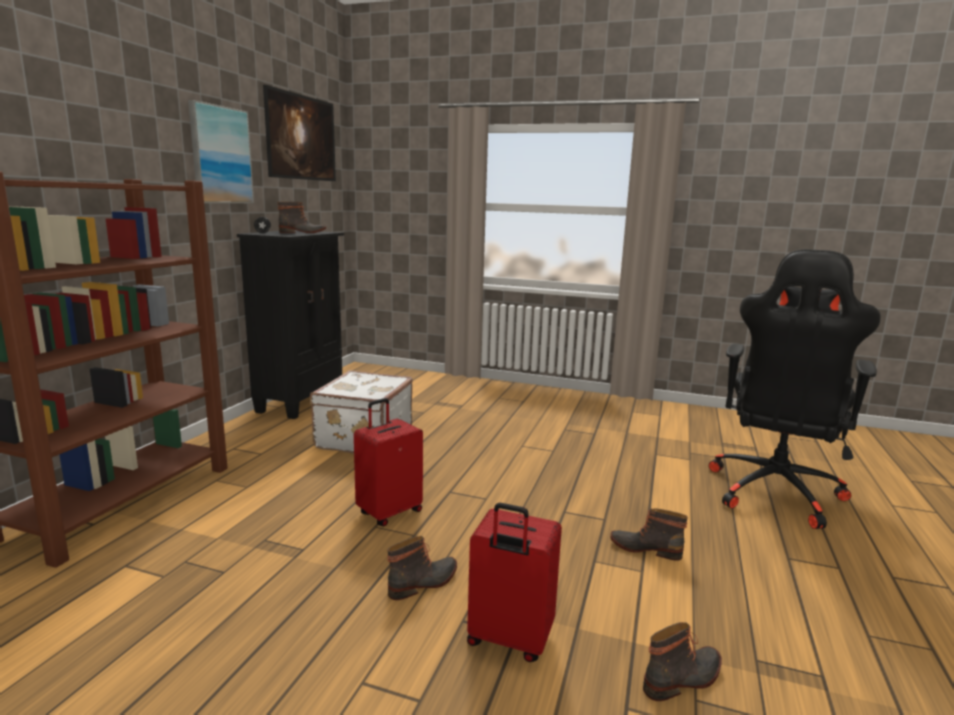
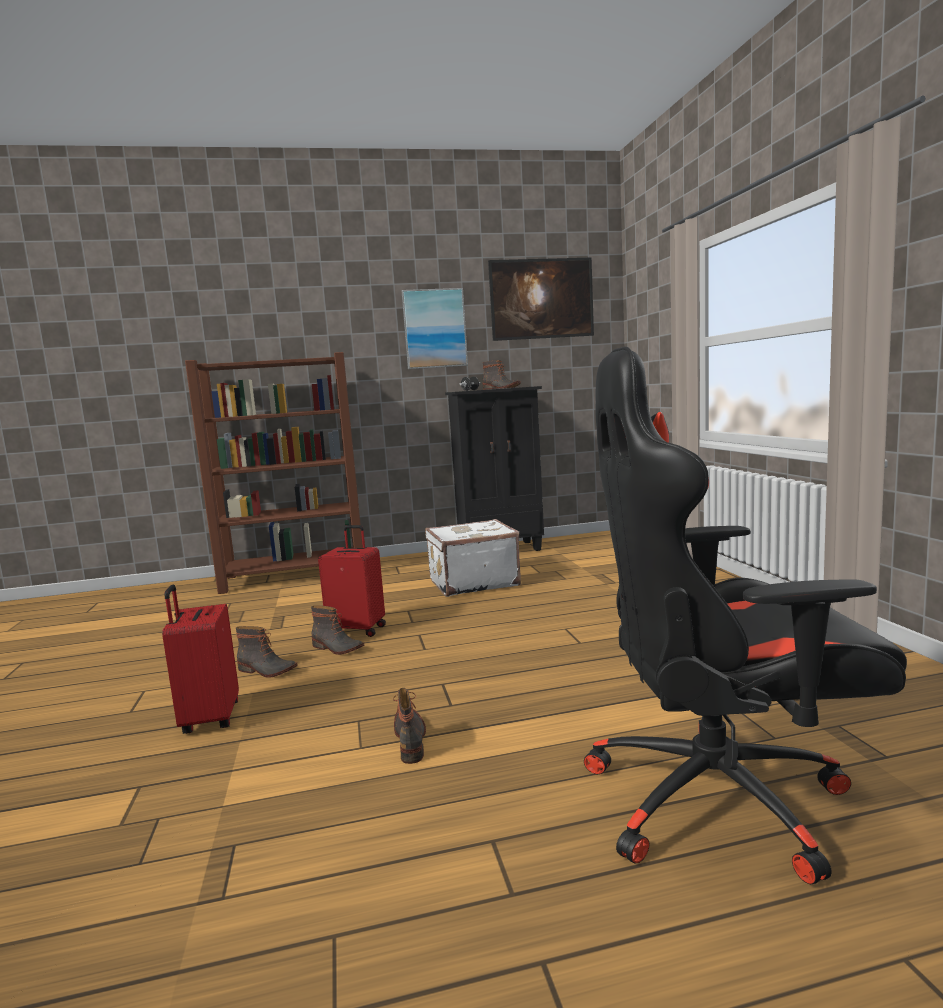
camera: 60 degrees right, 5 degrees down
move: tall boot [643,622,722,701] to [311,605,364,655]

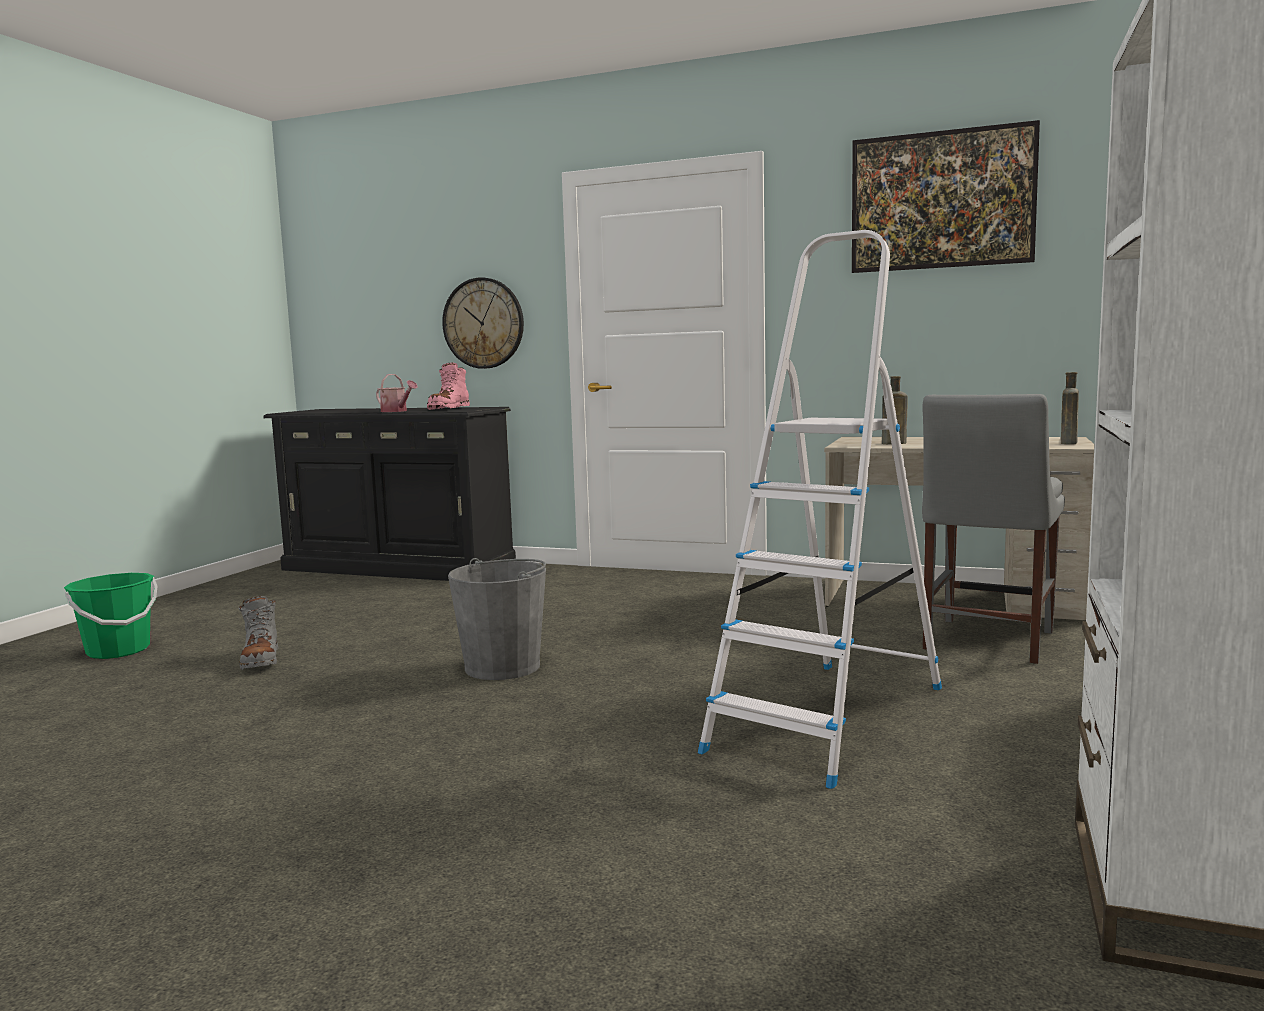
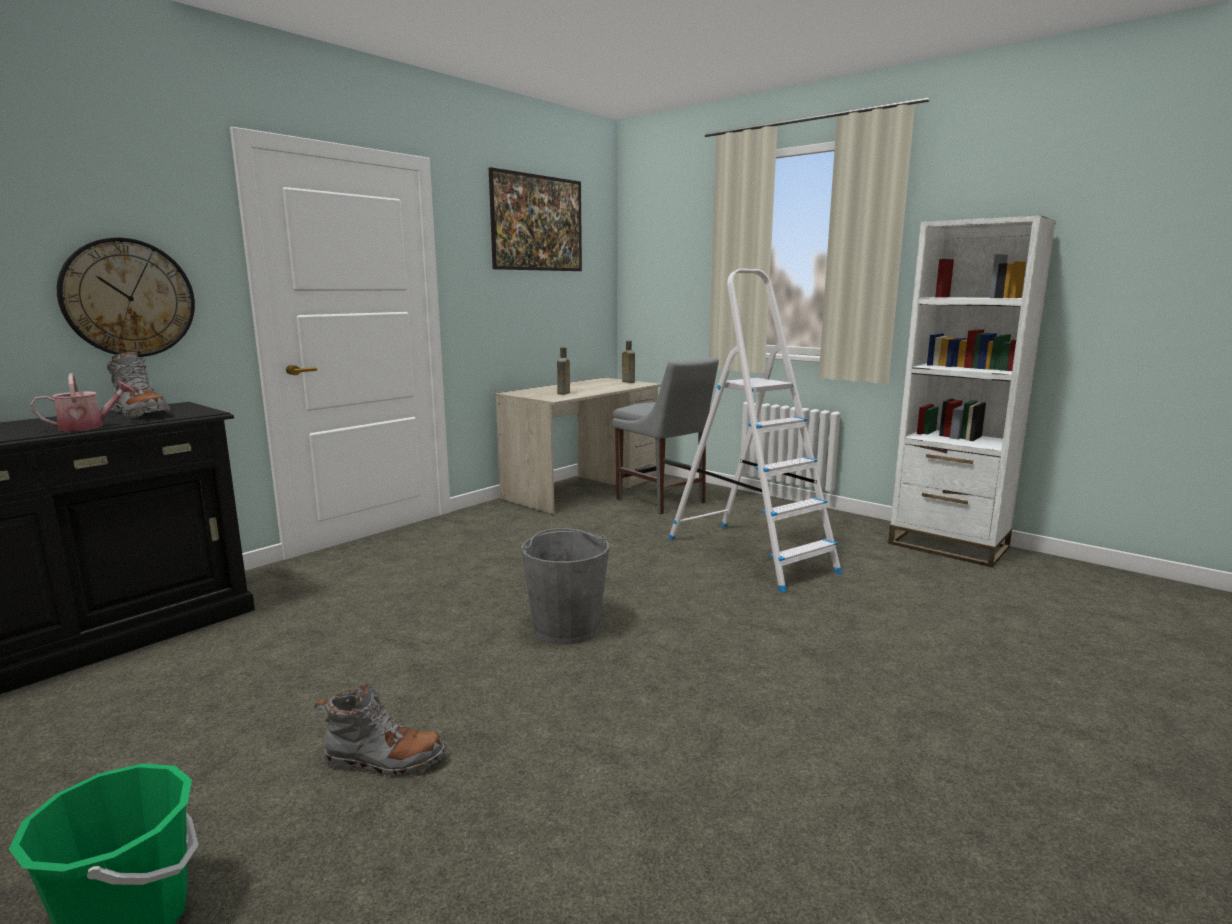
camera: 70 degrees left, 5 degrees up
recolor: pink tall boot [427,362,470,410] to grey tall boot [106,352,171,418]

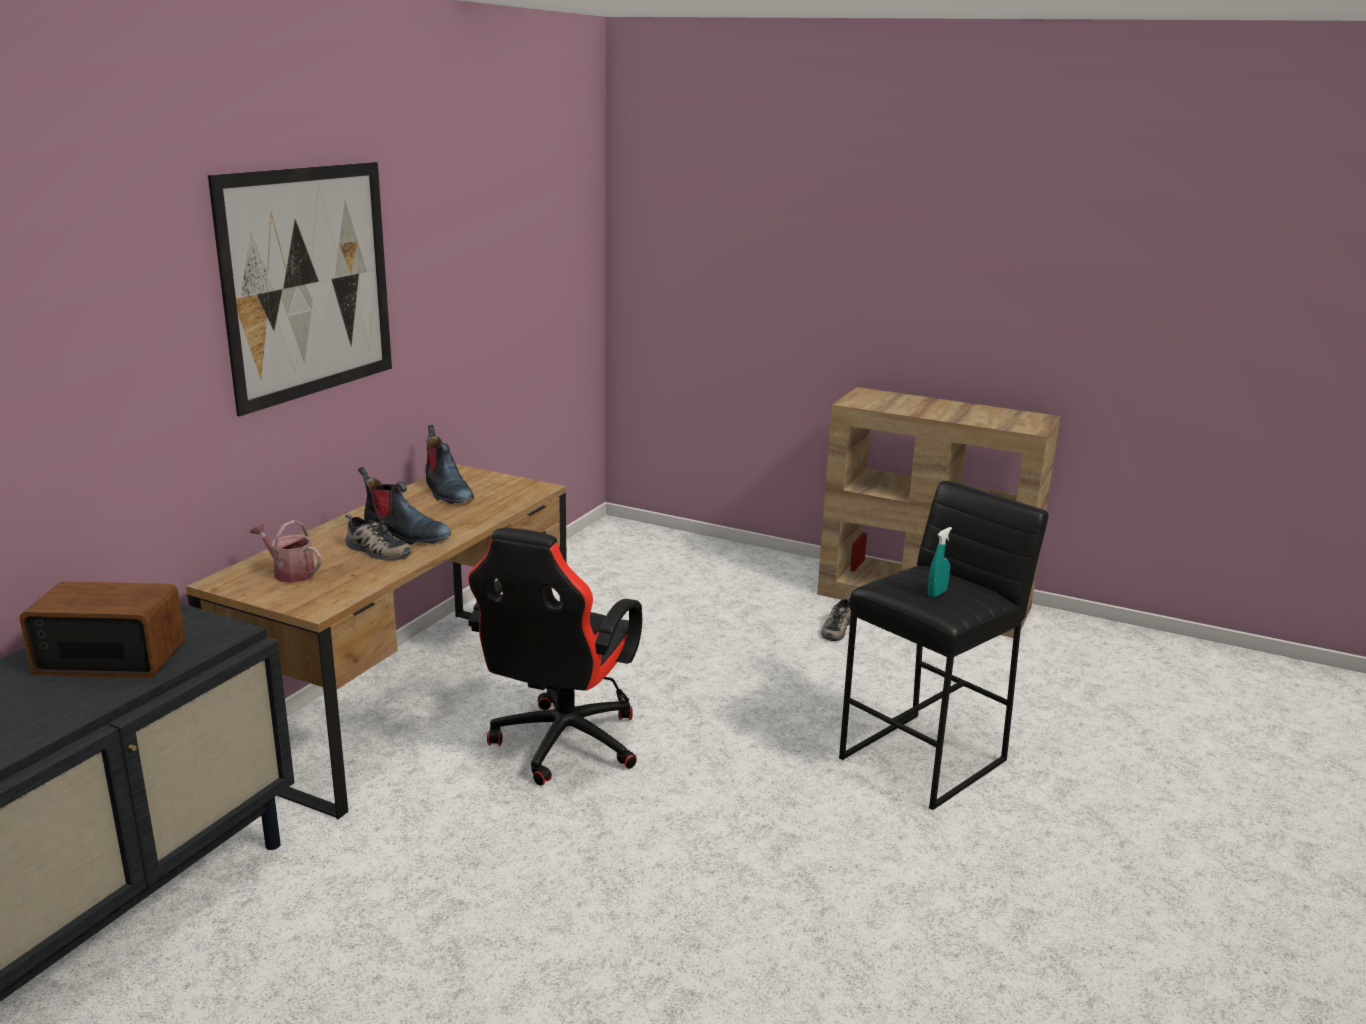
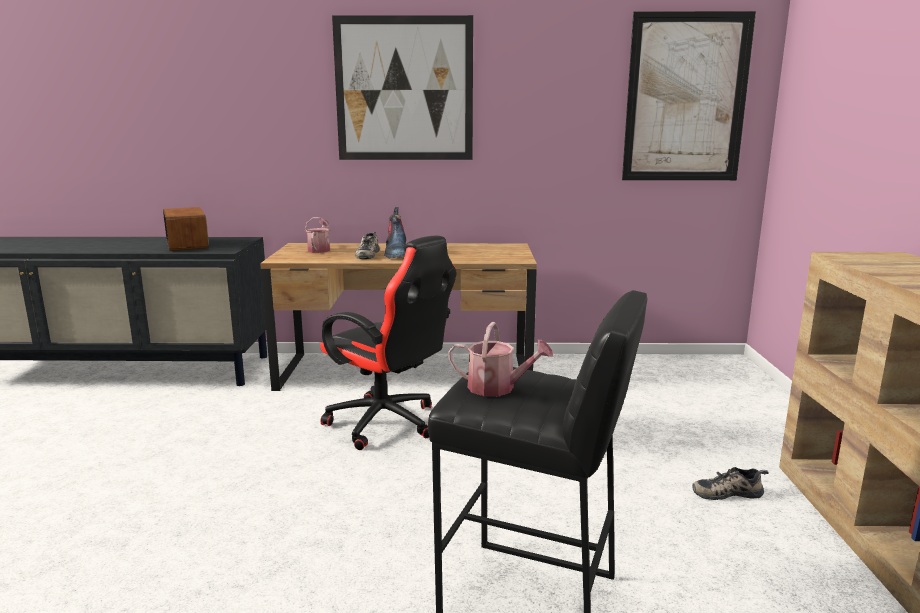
camera: 65 degrees right, 5 degrees down
delete: tall boot [425,425,474,504]
insert: wall picture [622,11,756,180]
replace: blue-green hand sprayer [928,527,952,597] to sprinkling can [448,322,554,396]
rotate: blackish desk chair [468,528,642,786] = [320,235,456,450] 135 degrees counterclockwise

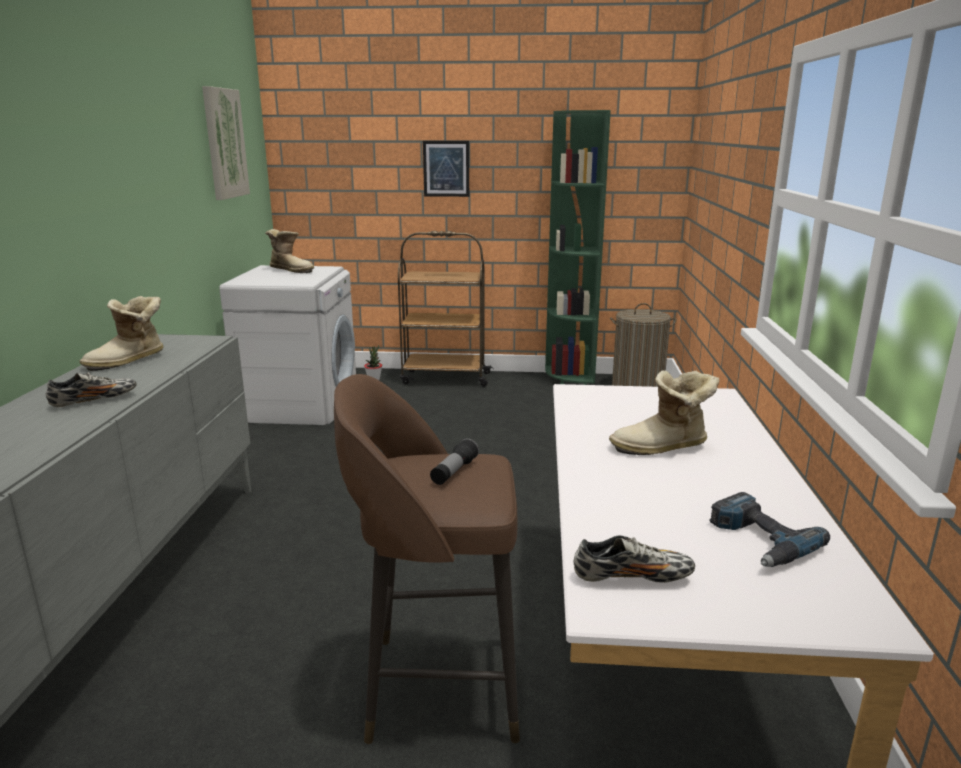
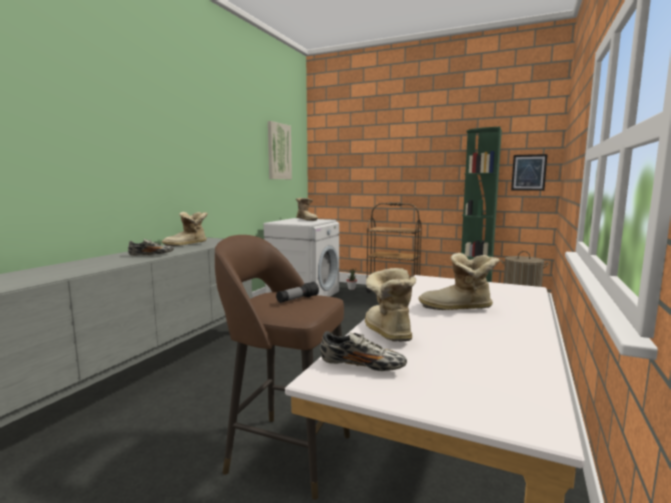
camera: 20 degrees right, 10 degrees down
delete: drill [710,492,830,567]
insert: tall boot [365,268,416,342]
move: wall picture [423,141,469,197] to [511,154,548,191]

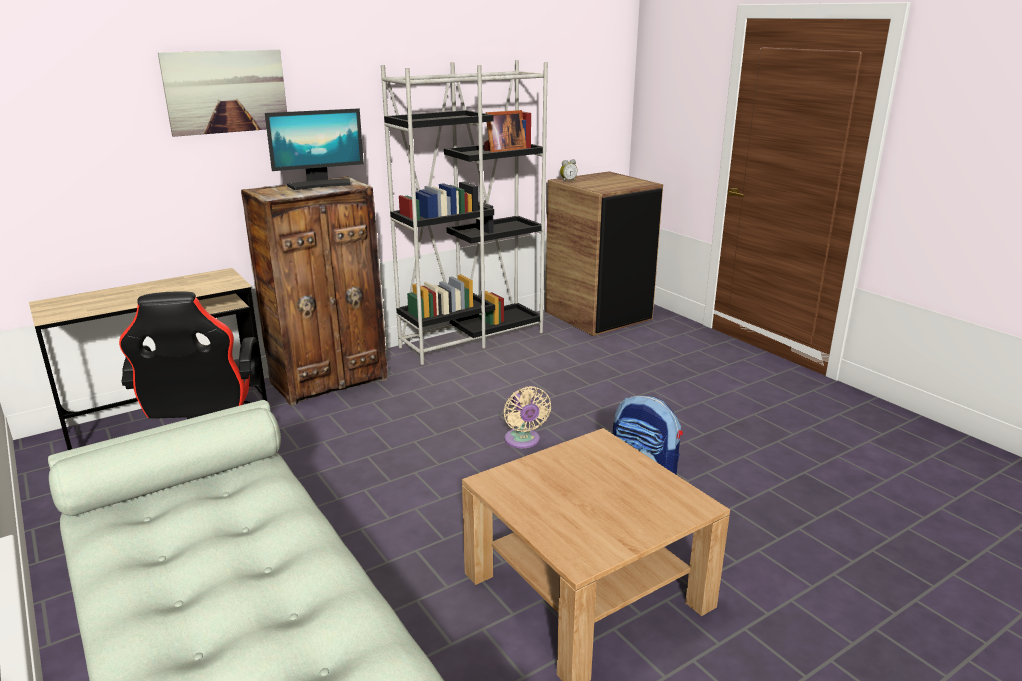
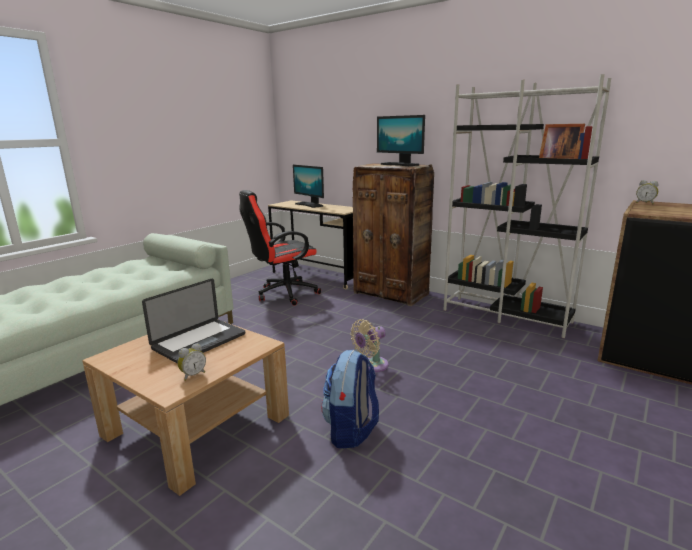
camera: 70 degrees right, 5 degrees down
delete: wall picture [158,50,287,137]
insert: computer screen [293,165,324,208]; laptop [142,279,245,364]; bedside clock [177,343,206,381]

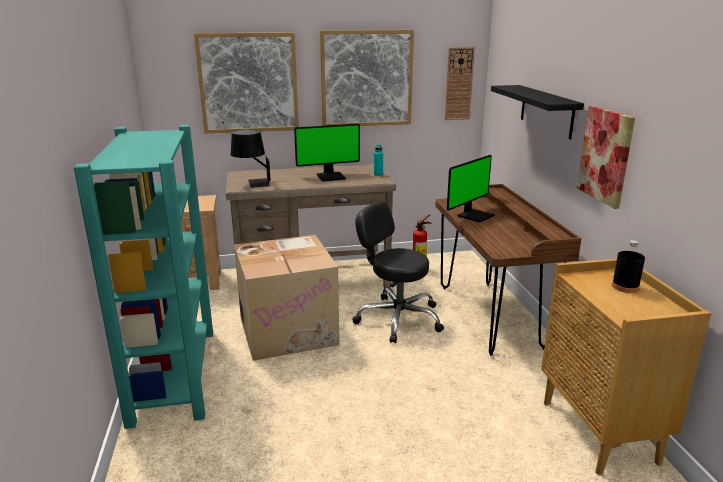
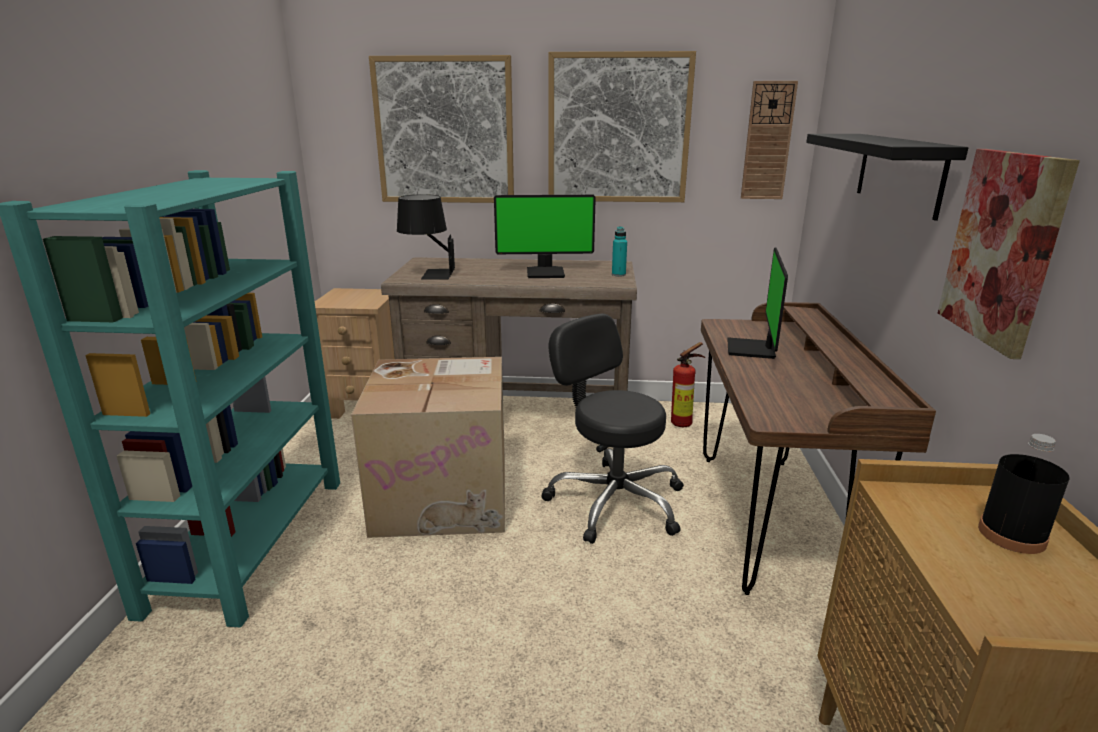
camera: 15 degrees right, 0 degrees up
rotate: computer screen [447,155,495,222] = [727,247,788,359] 135 degrees clockwise

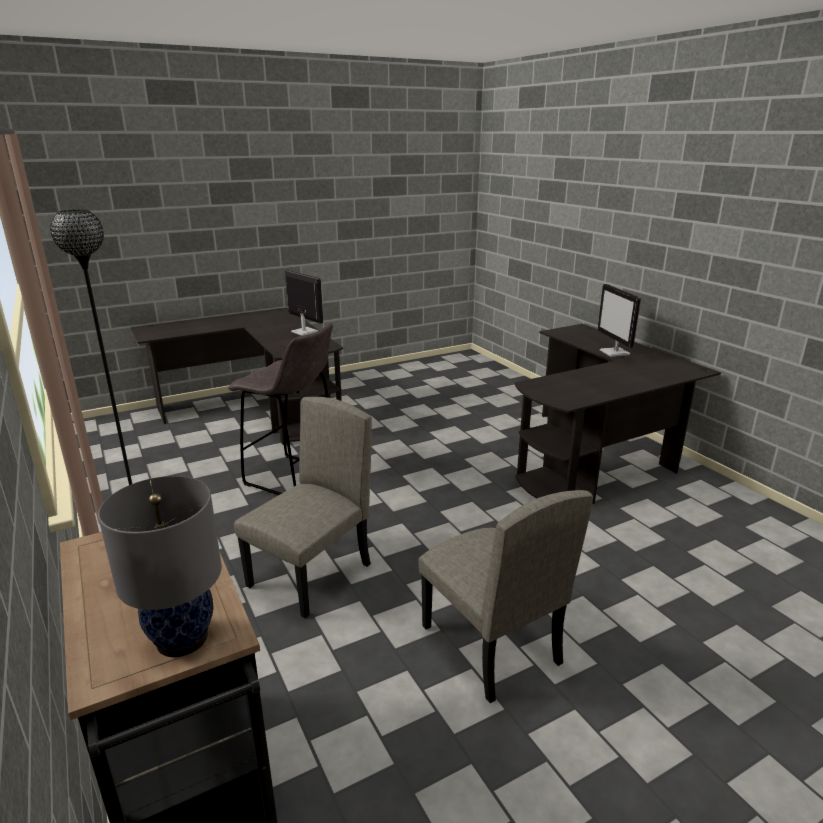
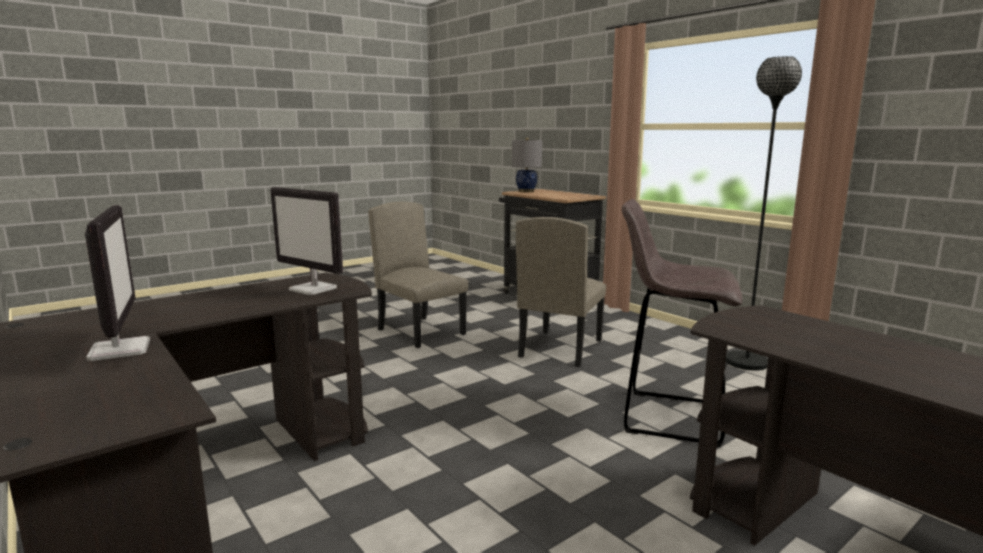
camera: 170 degrees right, 10 degrees down
move: computer screen [285,270,323,336] to [270,187,343,295]

